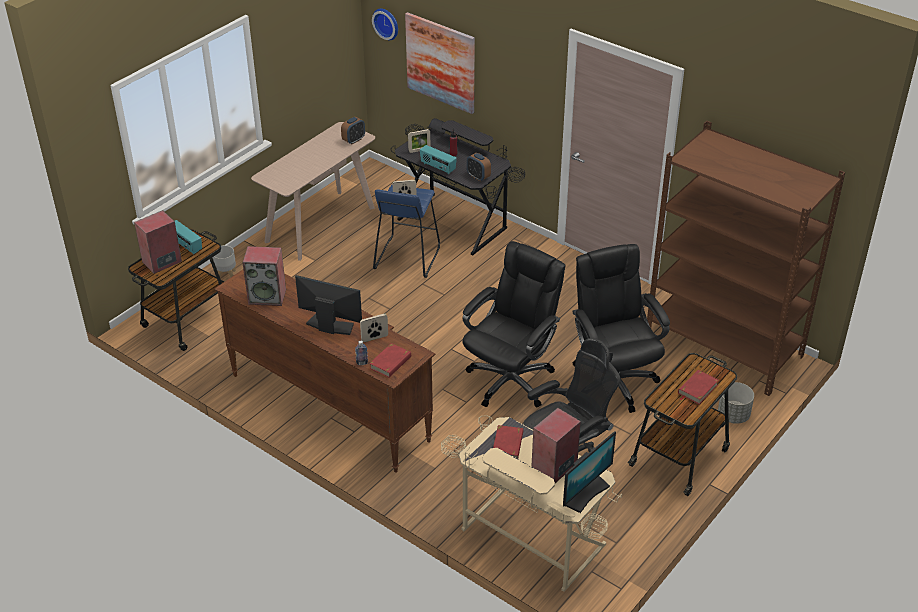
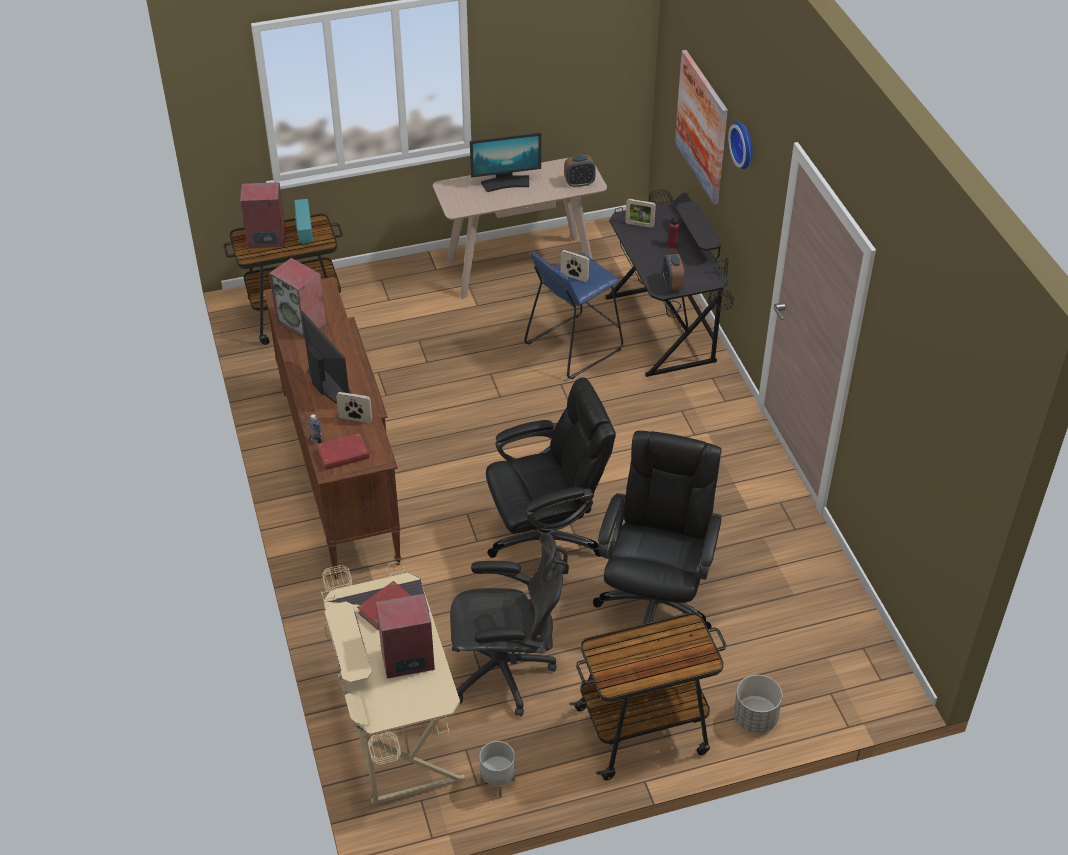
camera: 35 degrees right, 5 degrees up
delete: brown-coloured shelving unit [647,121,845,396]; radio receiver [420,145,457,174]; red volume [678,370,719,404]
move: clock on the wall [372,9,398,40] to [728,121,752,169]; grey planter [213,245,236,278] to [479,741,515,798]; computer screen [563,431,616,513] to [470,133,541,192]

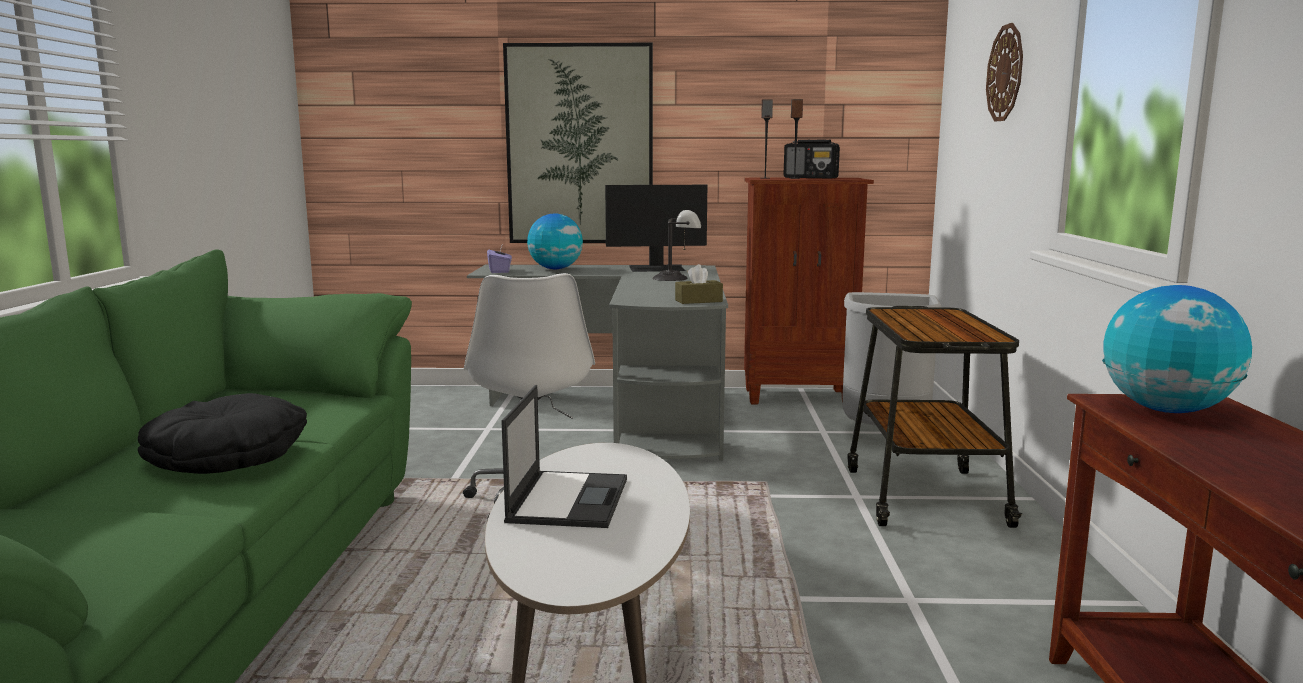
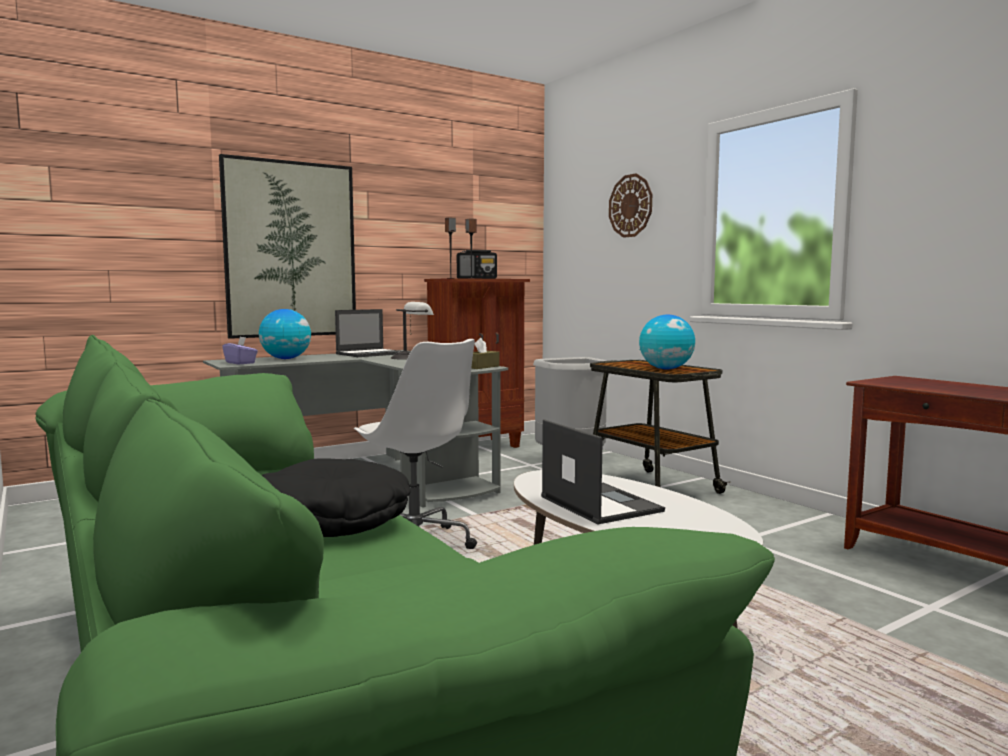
camera: 35 degrees left, 5 degrees down
move: world globe [1102,285,1252,413] to [639,314,695,369]
replace: computer screen [605,185,707,272] to laptop [335,309,402,357]

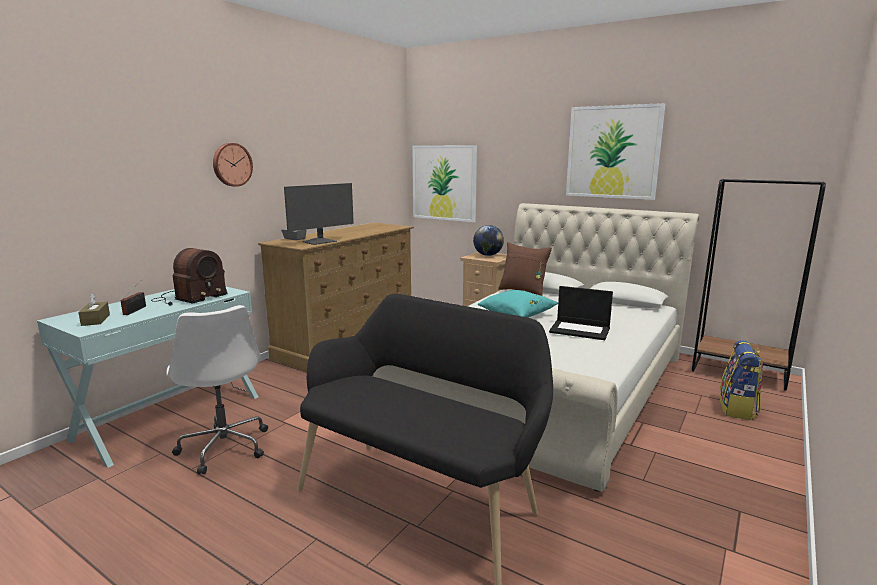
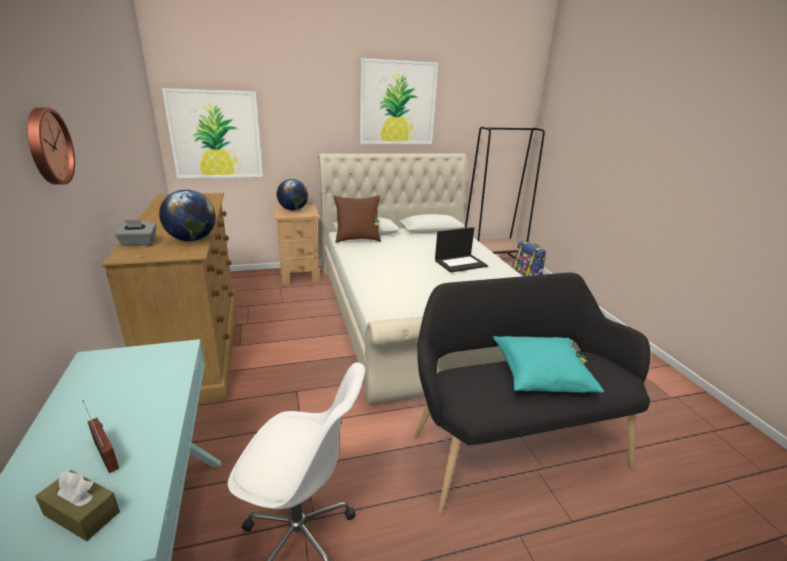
camera: 50 degrees left, 10 degrees up
delete: radio receiver [151,248,228,306]
move: blue-green cushion [478,290,558,317] to [493,336,604,393]
replace: computer screen [284,183,354,245] to world globe [159,189,216,241]

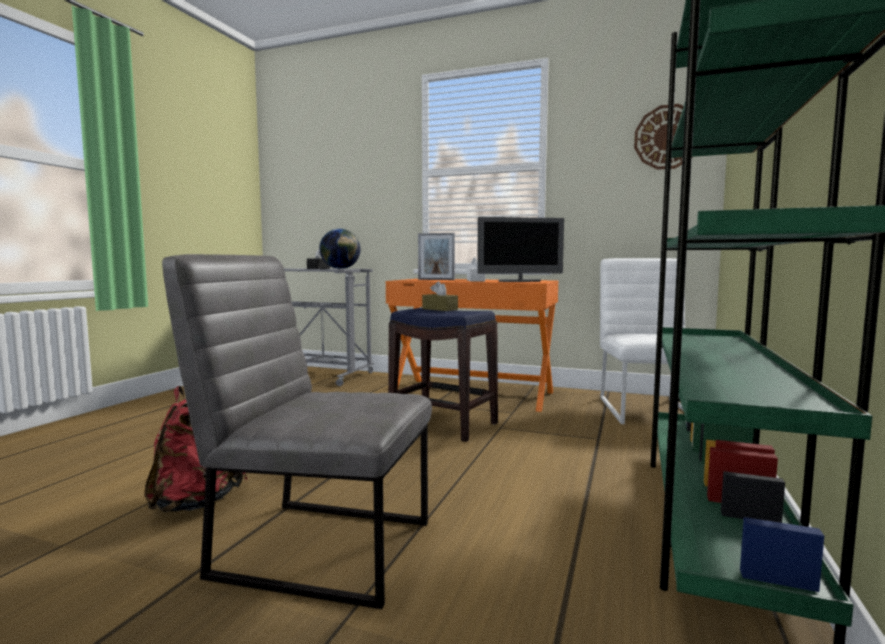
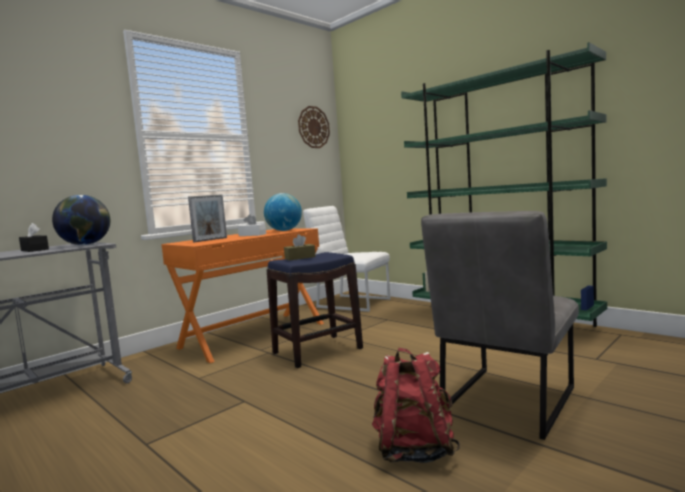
camera: 65 degrees left, 0 degrees up
replace: computer screen [477,217,564,282] to world globe [264,193,302,231]

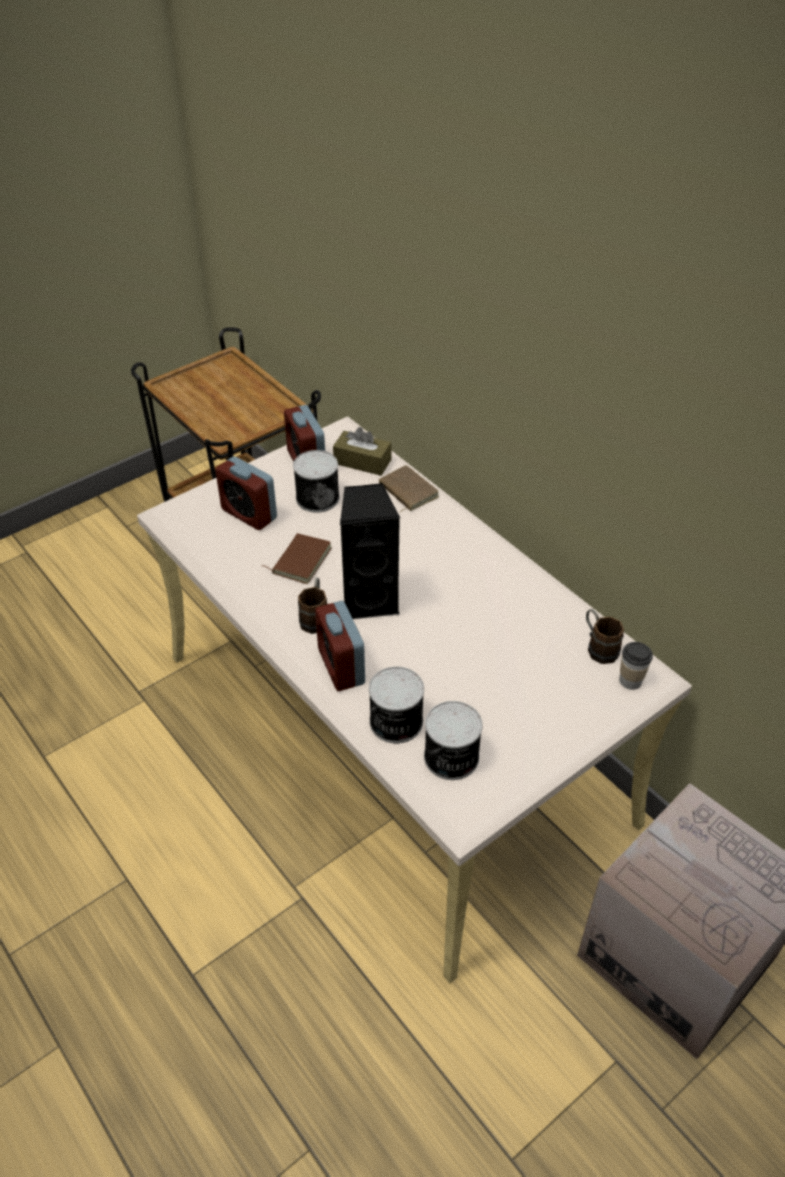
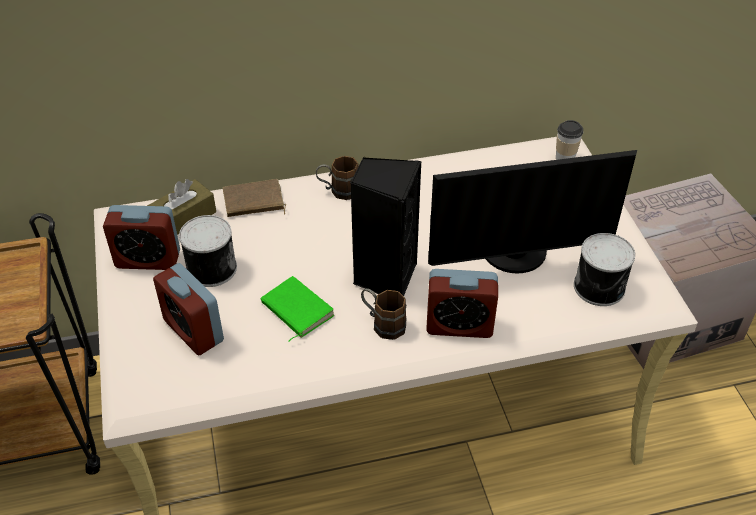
camera: 65 degrees left, 0 degrees up
delete: metal can [369,667,424,743]
insert: computer screen [428,150,637,273]
move: brown-coloured mug [586,609,624,664] to [316,156,359,200]
recolor: brown-coloured volume [261,533,332,584] to green volume [261,276,335,342]
rotate: bedside clock [215,456,277,530] = [153,263,224,356] 75 degrees clockwise

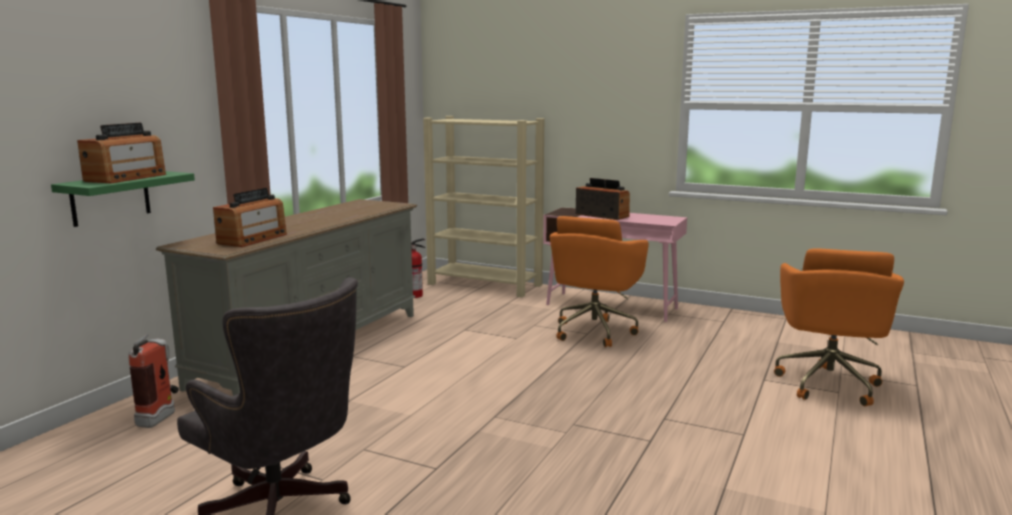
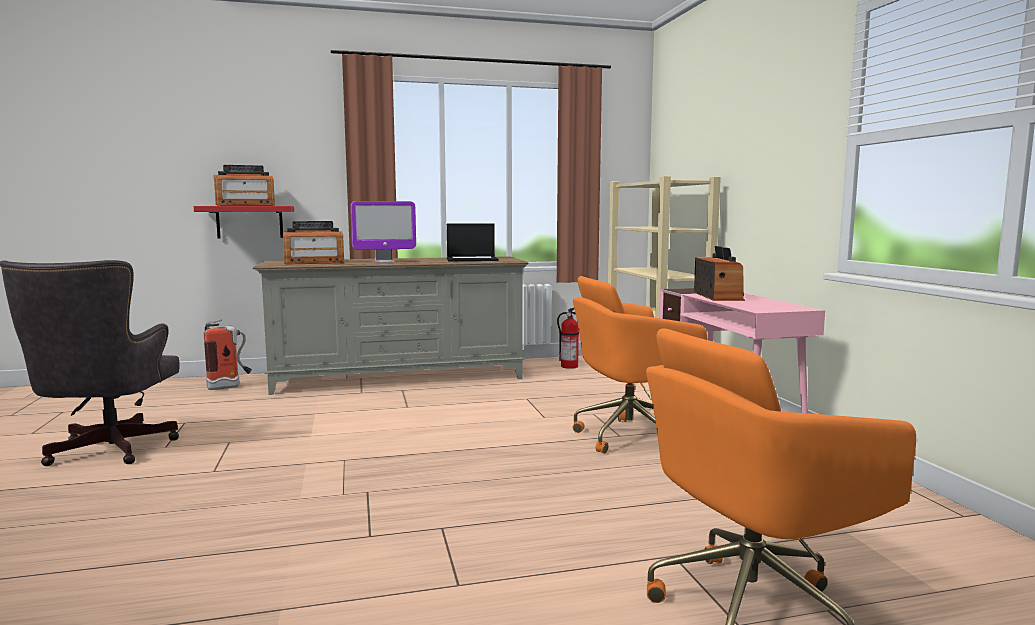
camera: 50 degrees right, 5 degrees down
insert: computer screen [350,201,416,263]; laptop [447,223,499,261]
recolor: green bracket shelf [51,171,195,227] to red bracket shelf [194,206,294,238]

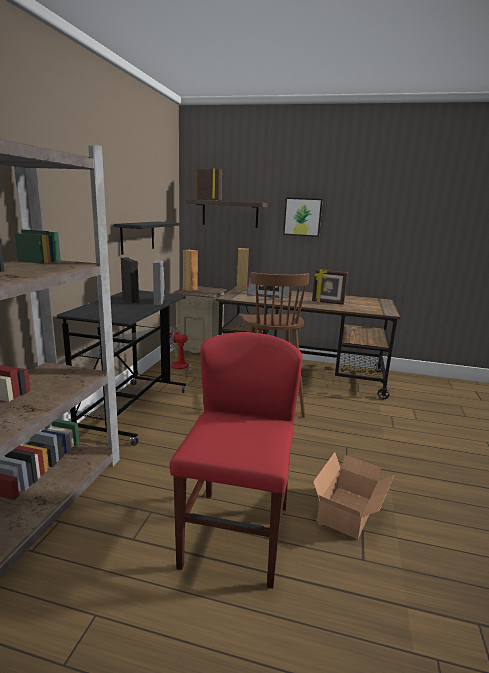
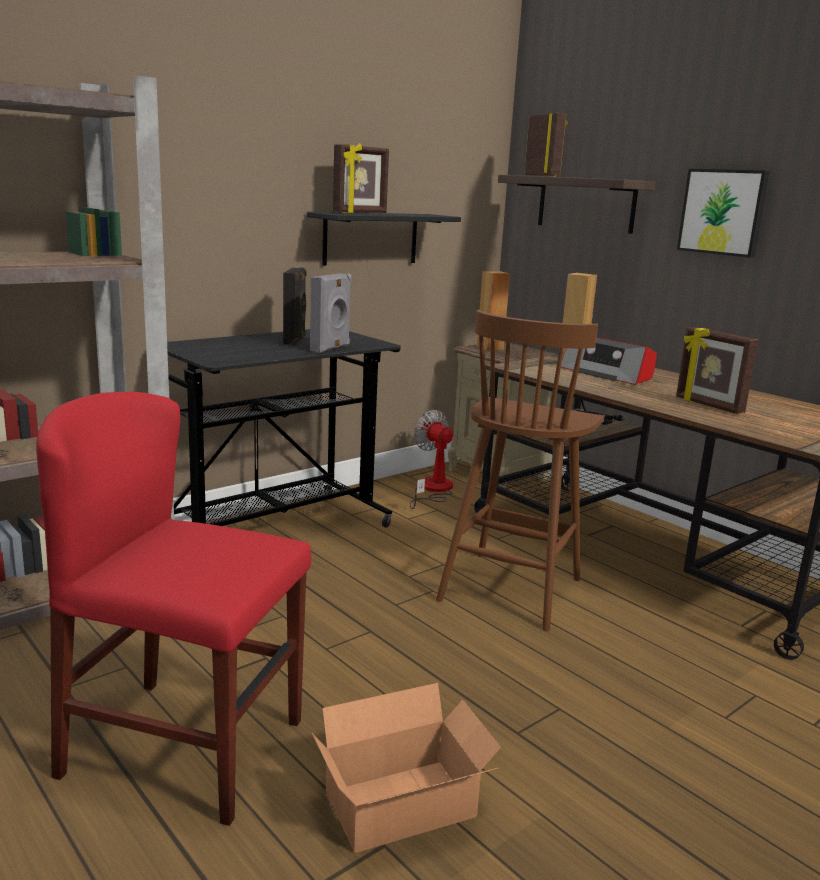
camera: 35 degrees right, 0 degrees up
insert: picture frame [333,143,389,213]
rotate: red chair [170,332,303,589] = [36,392,311,826] 120 degrees counterclockwise

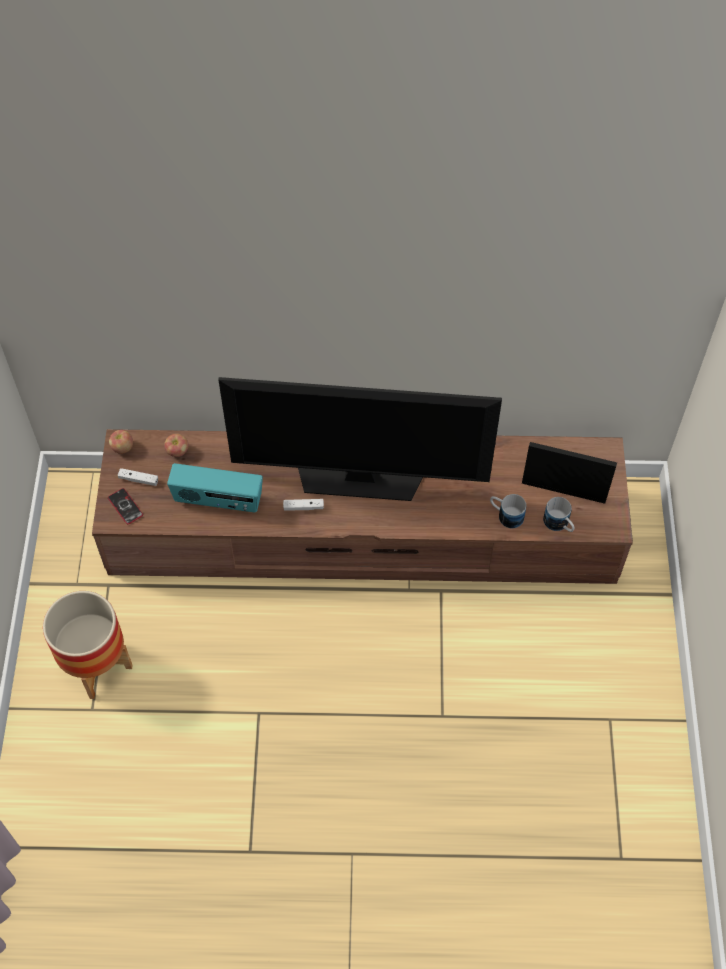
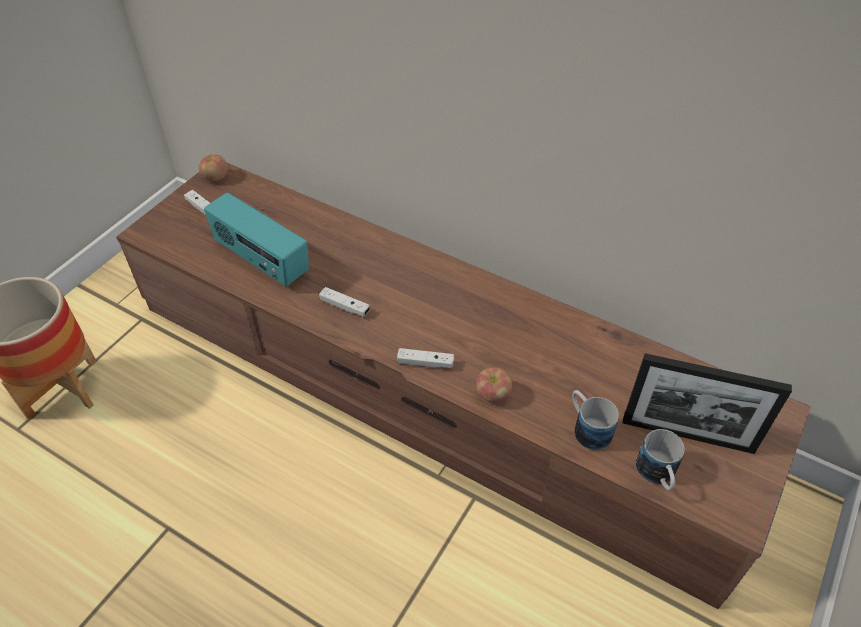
camera: 30 degrees right, 10 degrees down
delete: television [218,377,502,501]; telephone [108,488,143,524]
insert: white gamepad [397,348,454,368]
move: apple [164,434,189,457] to [476,367,512,402]
rotate: picture frame [522,442,617,504] = [623,353,792,454] 150 degrees clockwise

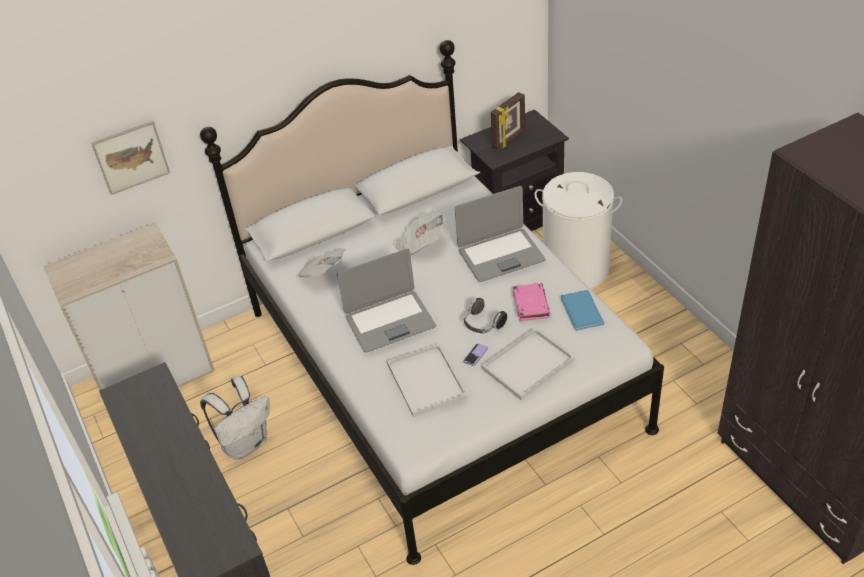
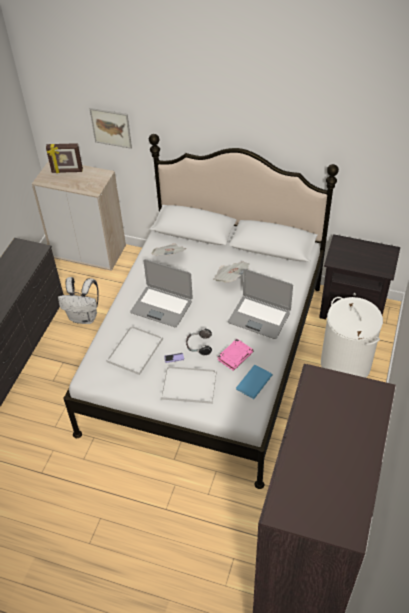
camera: 45 degrees right, 5 degrees up
move: picture frame [491,92,525,151] to [46,143,83,173]

